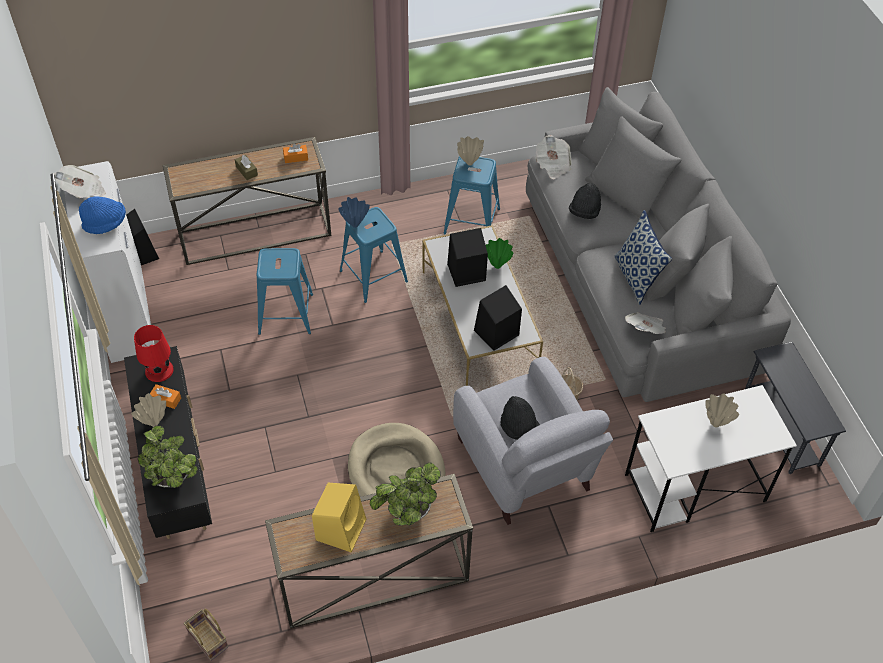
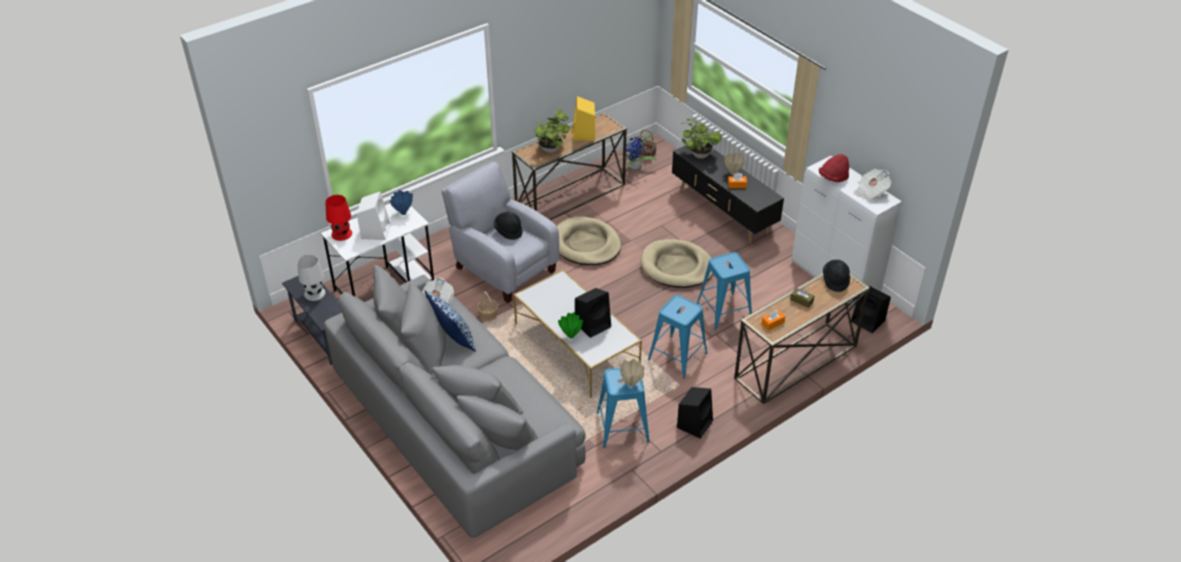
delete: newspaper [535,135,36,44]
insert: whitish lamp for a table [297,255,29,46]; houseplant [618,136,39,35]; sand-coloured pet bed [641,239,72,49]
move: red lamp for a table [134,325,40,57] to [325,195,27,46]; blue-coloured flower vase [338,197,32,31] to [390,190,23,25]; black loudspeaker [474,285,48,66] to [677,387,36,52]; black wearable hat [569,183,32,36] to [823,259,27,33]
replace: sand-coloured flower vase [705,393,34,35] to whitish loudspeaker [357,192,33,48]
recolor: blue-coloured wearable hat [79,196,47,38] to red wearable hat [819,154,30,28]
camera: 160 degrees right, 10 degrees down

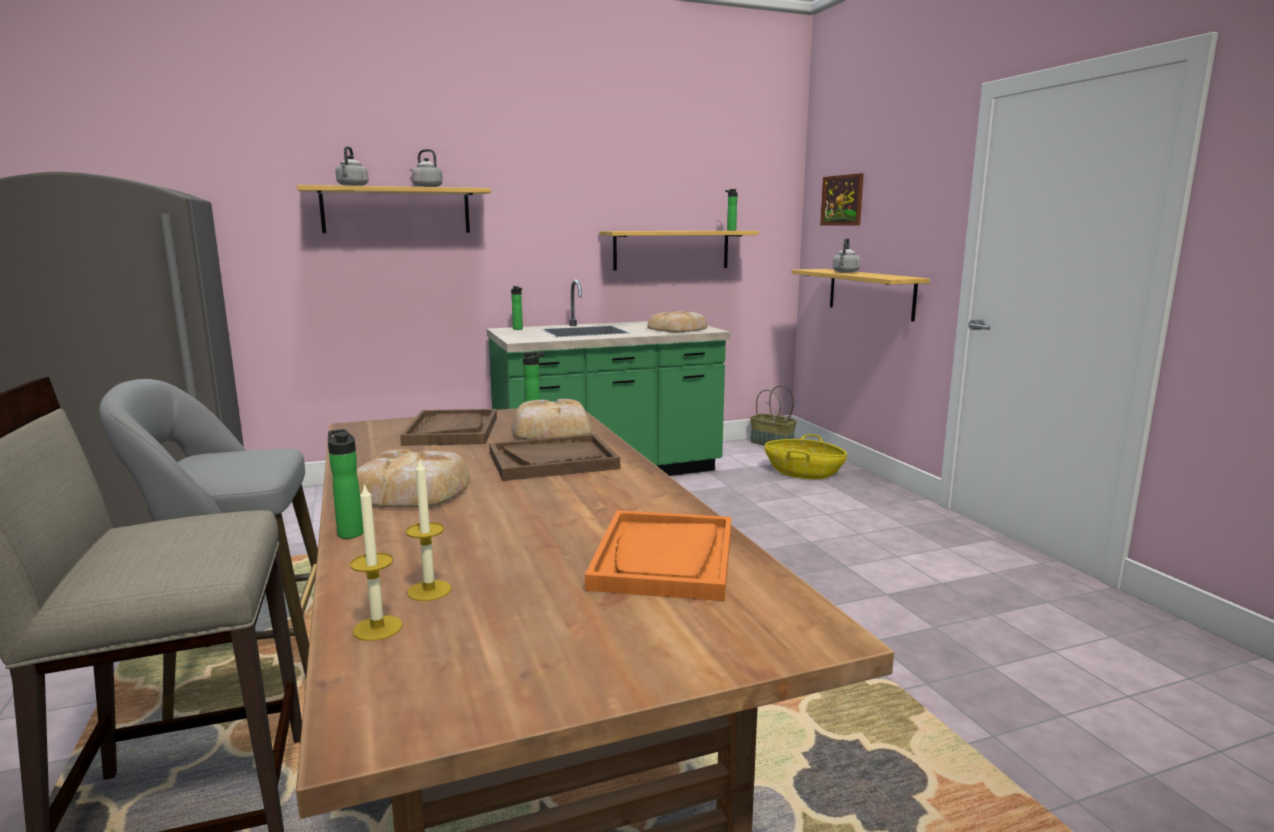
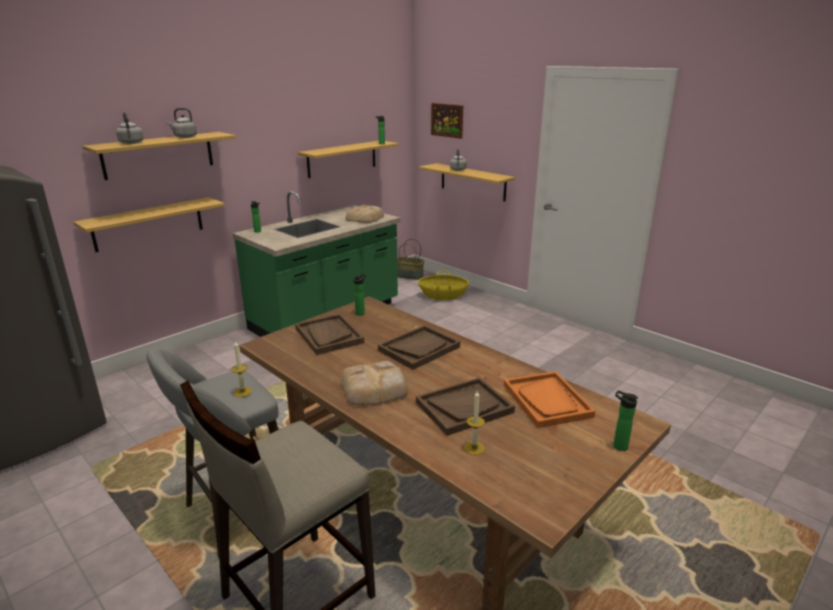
delete: baked bread [511,399,81,41]
insert: bracket shelf [73,197,152,55]; brown-coloured tray [416,377,99,59]
move: beverage bottle [328,429,35,110] to [613,390,25,61]; candle [350,483,53,158] to [231,341,21,56]
camera: 25 degrees left, 10 degrees up

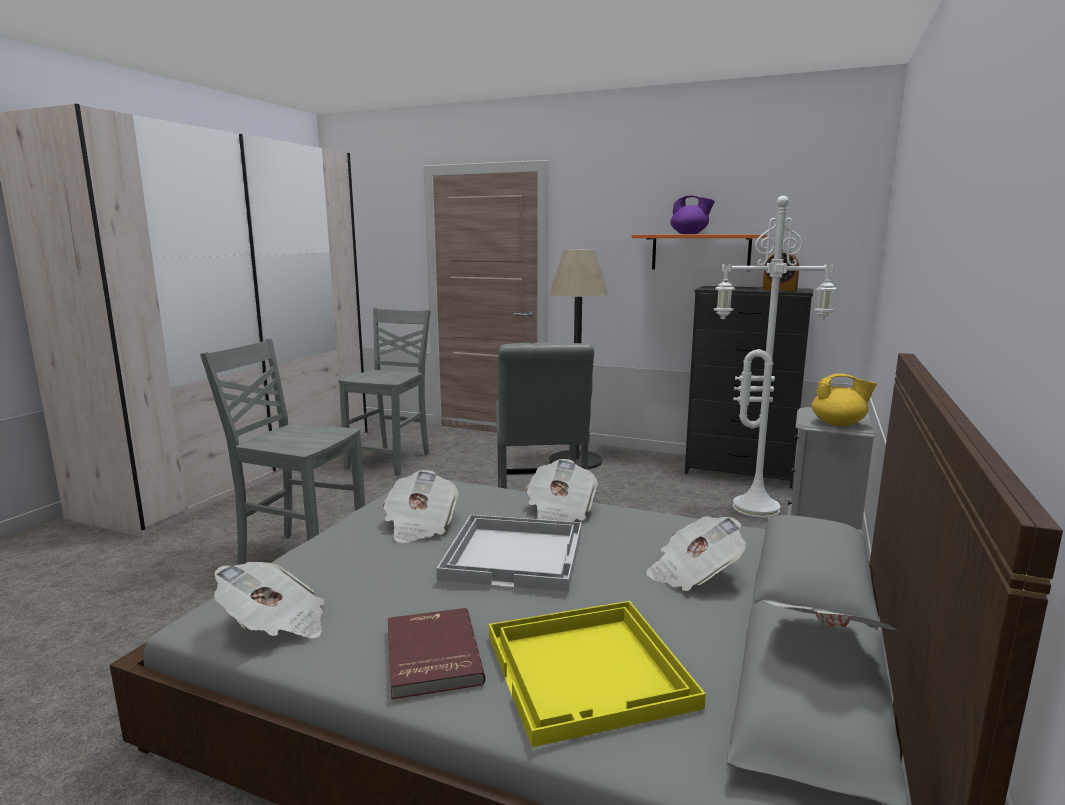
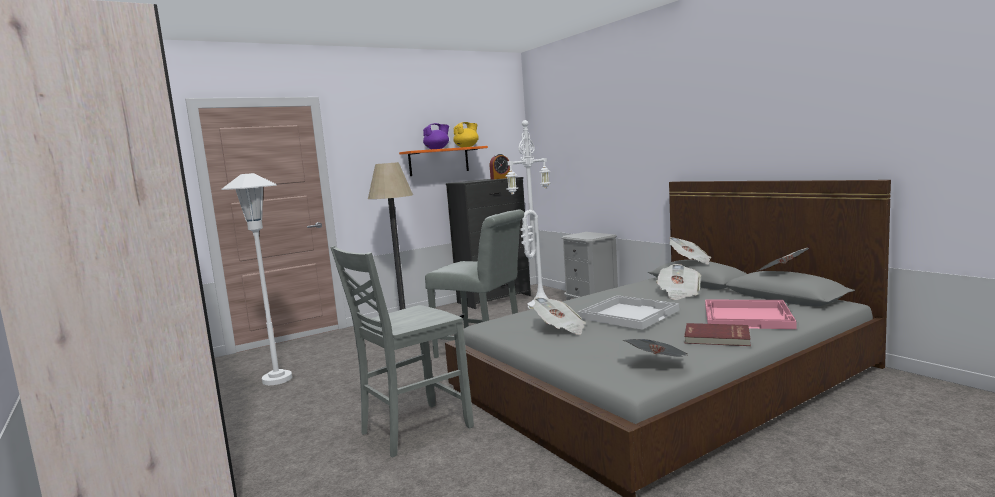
move: newspaper [526,459,72,63] to [669,237,42,27]; yellow-coloured tea pot [812,373,65,53] to [453,122,26,25]
replace: greyish upright chair [338,308,93,168] to whitish standing lamp [222,173,70,212]
recolor: yellow-coloured tray [489,601,217,146] to pink tray [705,300,91,29]
camera: 55 degrees left, 5 degrees down

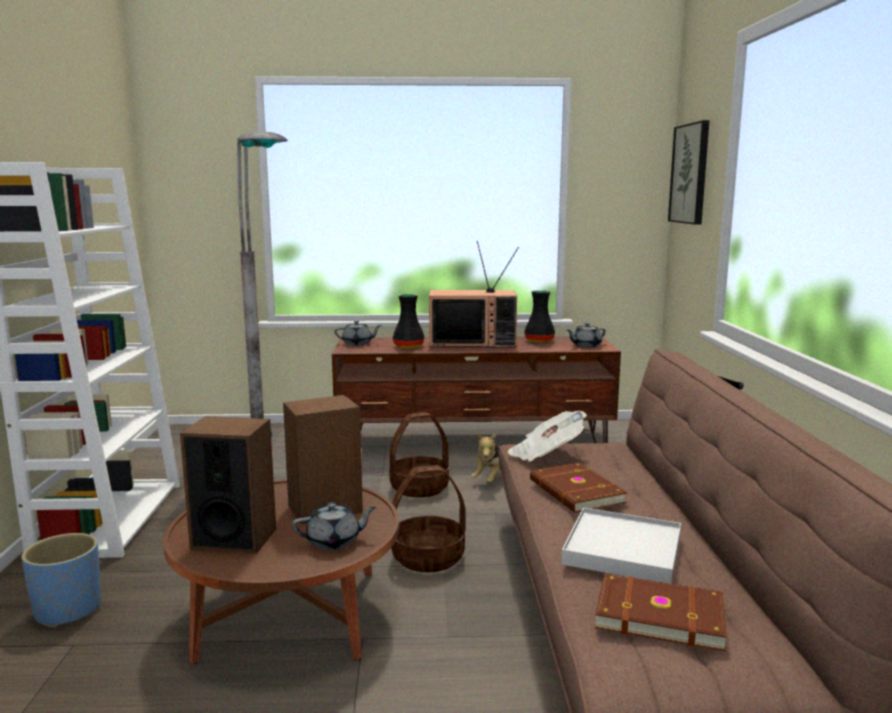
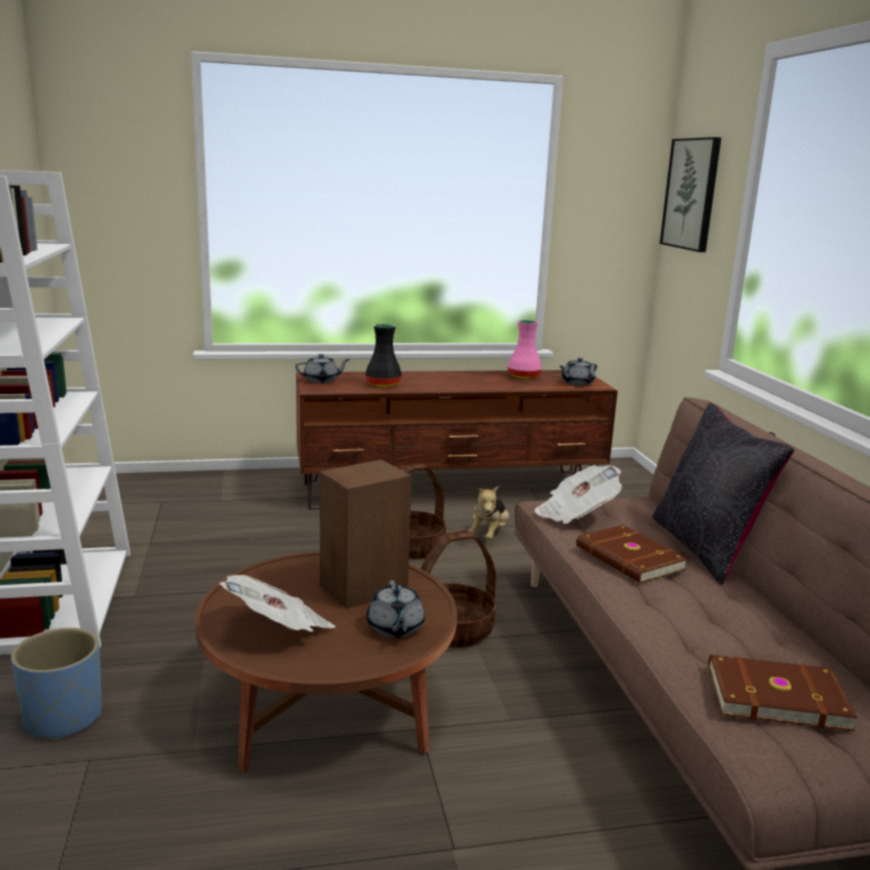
delete: greyish standing lamp [237,131,51,306]; TV set [429,241,90,106]; whitish tray [561,508,120,76]
insert: black throw pillow [652,402,142,182]
replace: loudspeaker [180,416,96,138] to newspaper [219,575,116,57]
recolor: black flower vase [524,290,31,53] to pink flower vase [508,320,34,59]
rotate: greyish tea pot [292,503,85,47] = [367,581,58,57] 105 degrees clockwise
camera: 10 degrees left, 5 degrees up

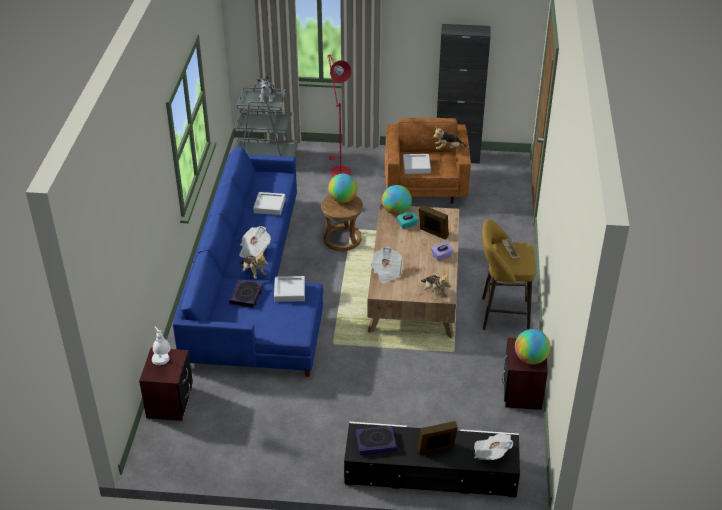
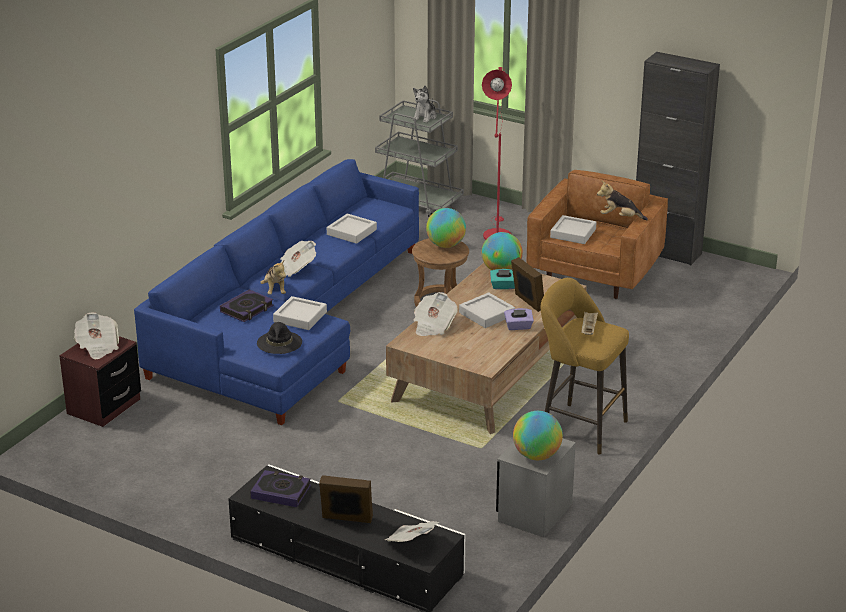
delete: cuddly toy [421,274,30,26]
insert: black wearable hat [257,322,45,32]; greyish tray [459,292,56,36]
replace: whitish lamp for a table [152,326,19,39] to newspaper [74,312,45,47]
recolor: brown-coloured night table [502,338,46,72] to greyish night table [496,439,80,99]
camera: 25 degrees right, 10 degrees down

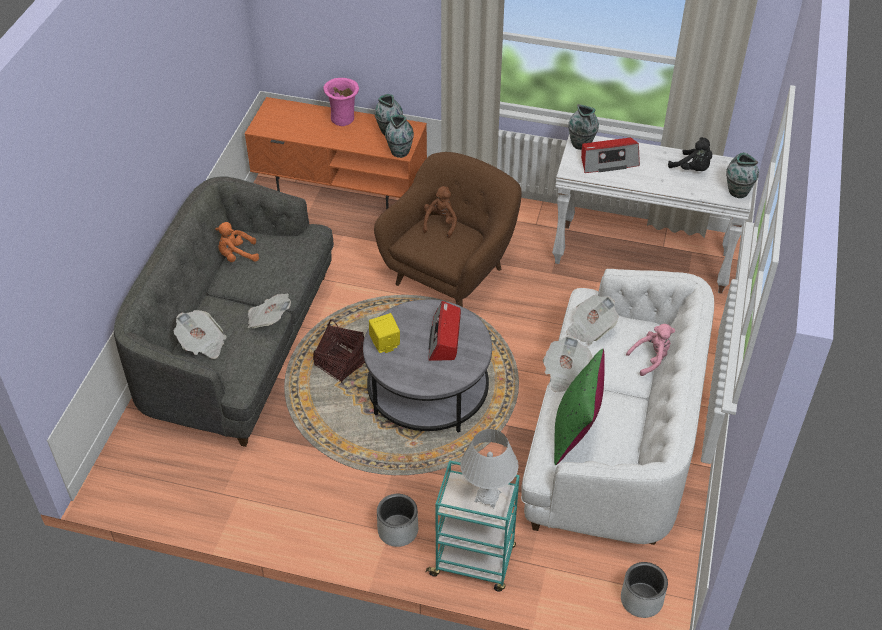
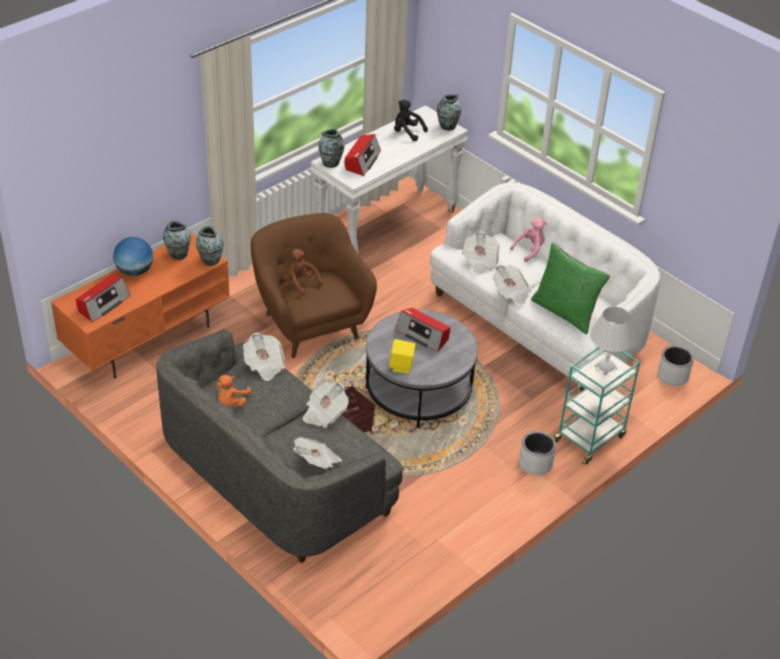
insert: radio [76,276,55,46]; newspaper [243,333,43,48]
replace: pink flower vase [323,78,36,48] to globe [113,237,40,39]
rotate: pink cuddly toy [626,324,49,52] = [510,218,37,44] 45 degrees clockwise; black cuddly toy [668,137,44,34] = [394,100,34,41] 135 degrees counterclockwise
camera: 60 degrees left, 5 degrees down

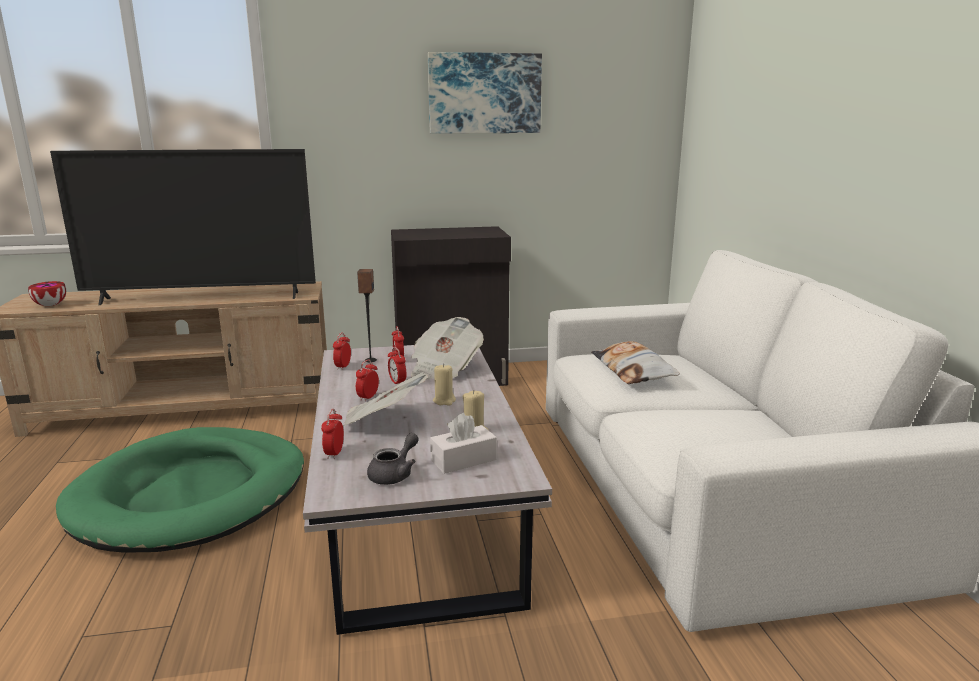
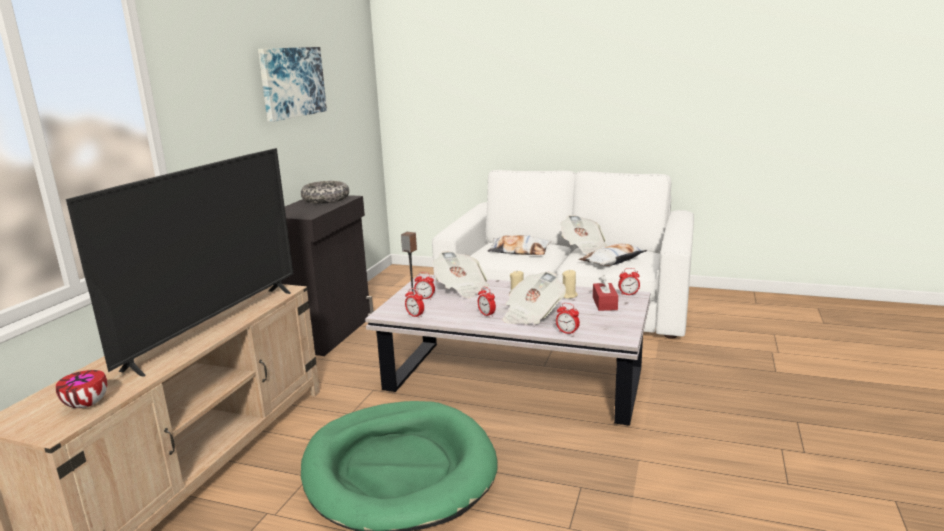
delete: greyish tea pot [367,433,52,52]
insert: serving bowl [301,181,48,23]; newspaper [560,215,47,39]; throw pillow [579,244,68,22]
move: alarm clock [388,347,18,37] to [618,268,22,27]
recolor: whitish box of tissues [430,413,67,61] to red box of tissues [593,275,25,36]
camera: 60 degrees left, 0 degrees up

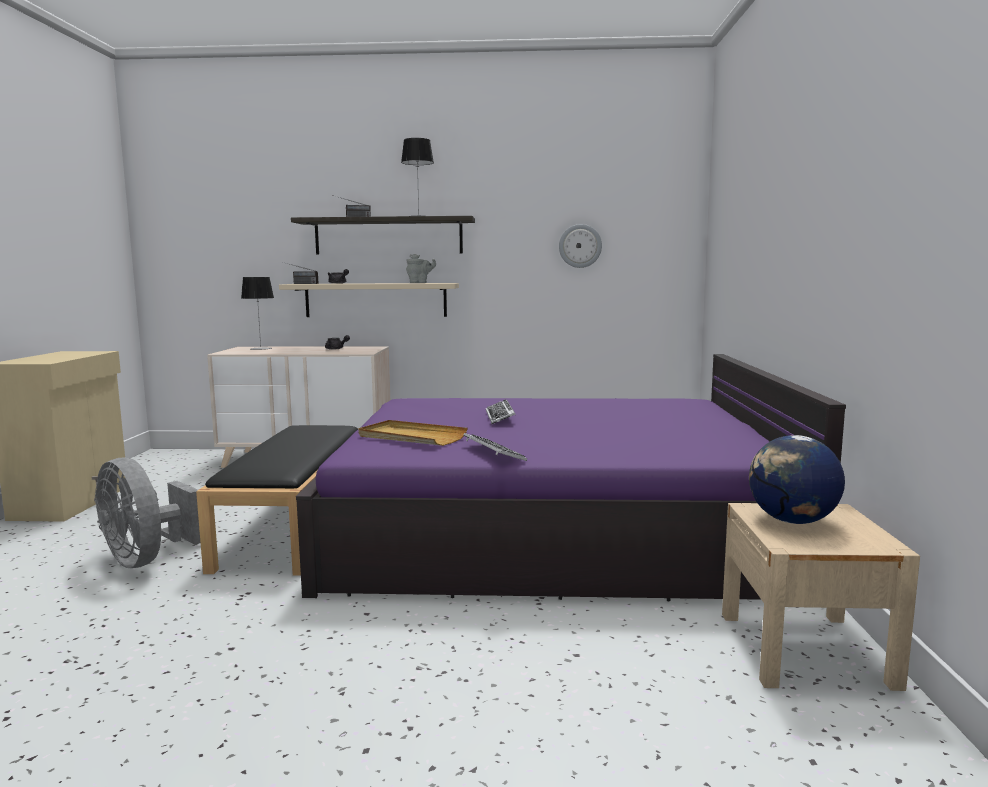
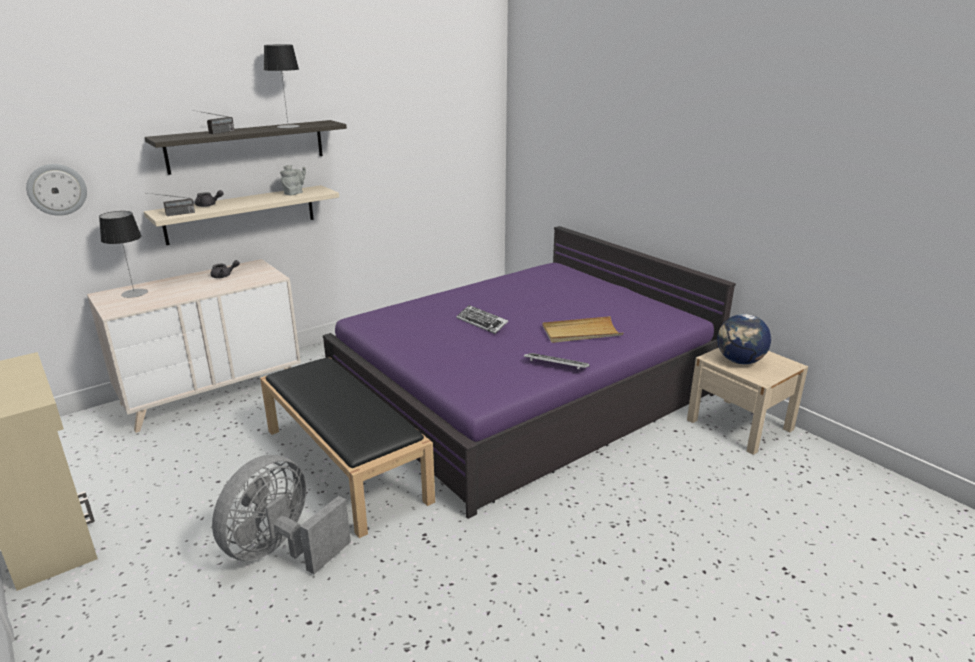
move: sand-coloured tray [358,420,110,26] to [542,316,81,27]; clock on the wall [559,224,43,44] to [26,164,61,52]
rotate: greyish electric fan [95,457,105,111] = [212,455,139,119] 120 degrees clockwise
camera: 40 degrees left, 15 degrees up

